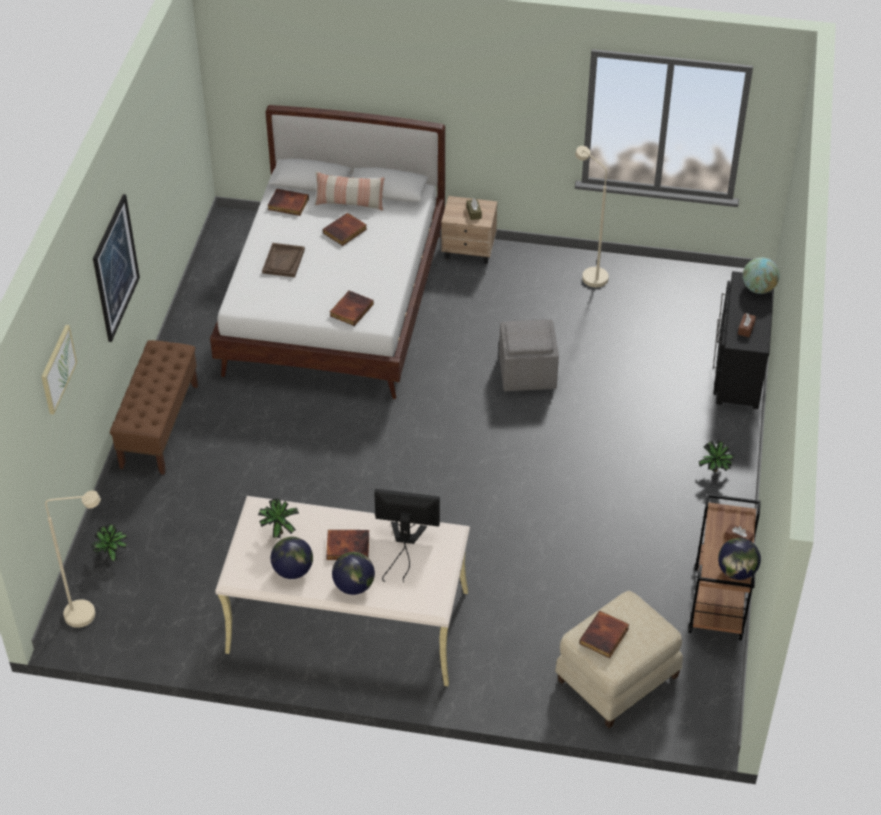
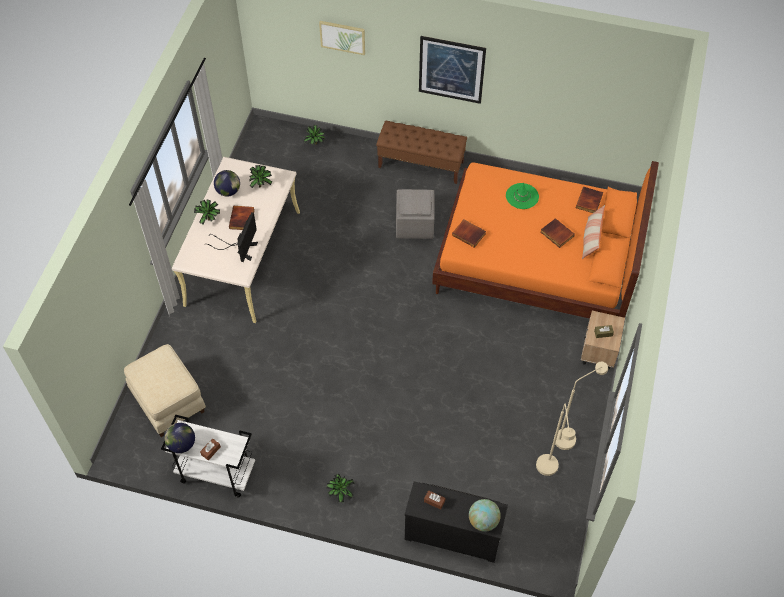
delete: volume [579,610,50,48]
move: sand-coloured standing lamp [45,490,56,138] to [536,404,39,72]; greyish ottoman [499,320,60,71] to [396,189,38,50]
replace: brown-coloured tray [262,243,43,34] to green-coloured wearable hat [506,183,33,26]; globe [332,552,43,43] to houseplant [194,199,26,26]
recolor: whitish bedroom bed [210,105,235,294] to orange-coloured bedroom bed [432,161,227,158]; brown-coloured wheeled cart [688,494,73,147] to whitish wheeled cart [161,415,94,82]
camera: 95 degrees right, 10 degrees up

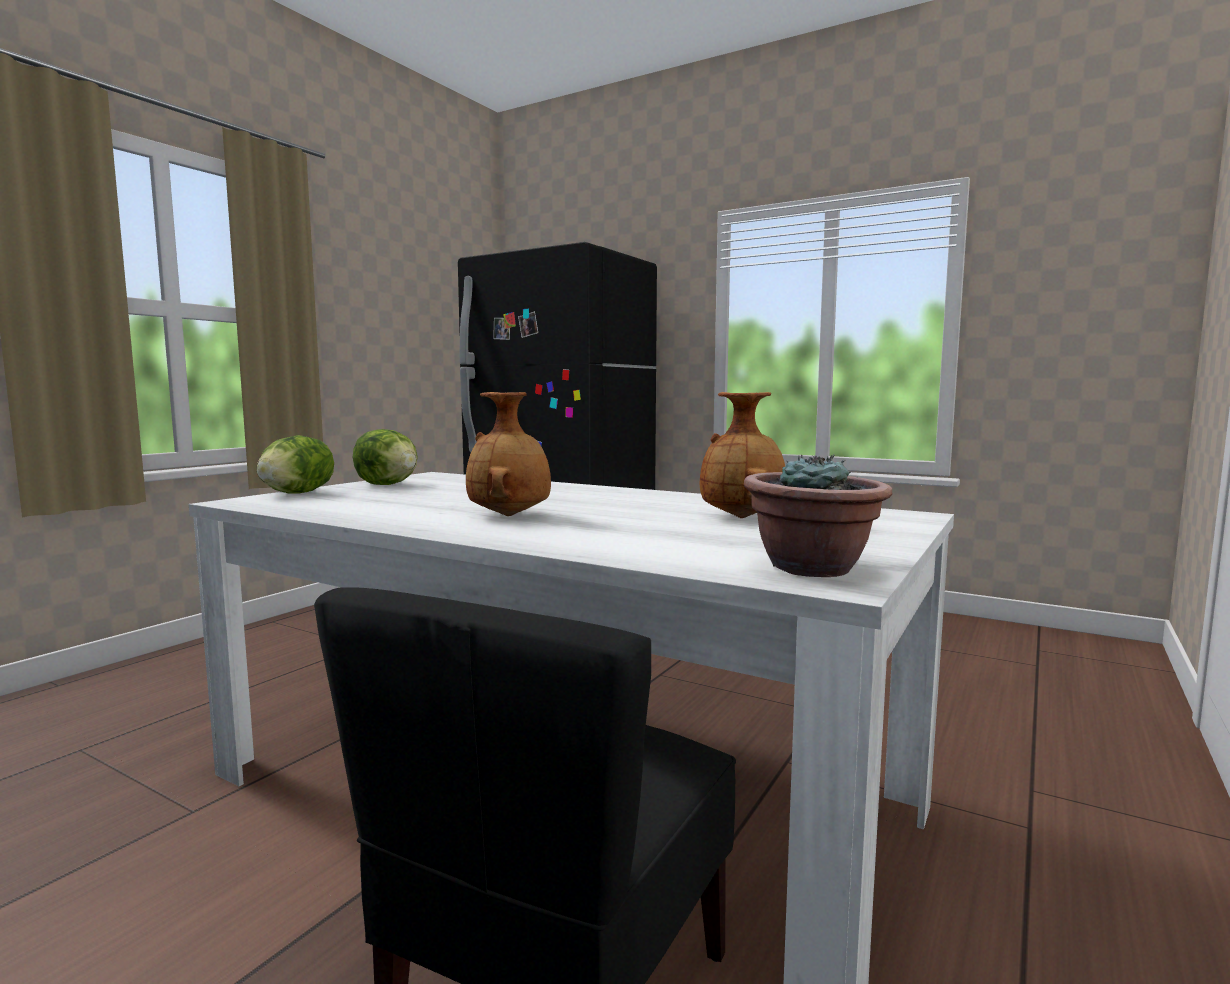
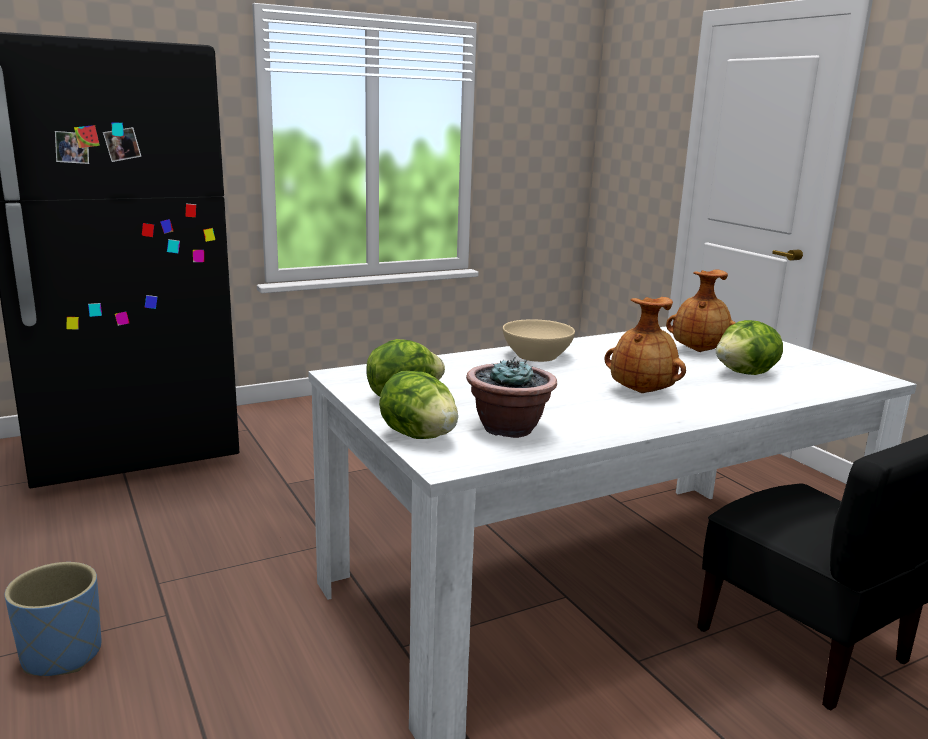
insert: blue-coloured planter [5,562,96,114]; sand-coloured serving bowl [503,319,72,43]; lettuce [716,320,67,55]
move: houseplant [744,454,148,123] to [466,357,91,81]
camera: 60 degrees left, 10 degrees up

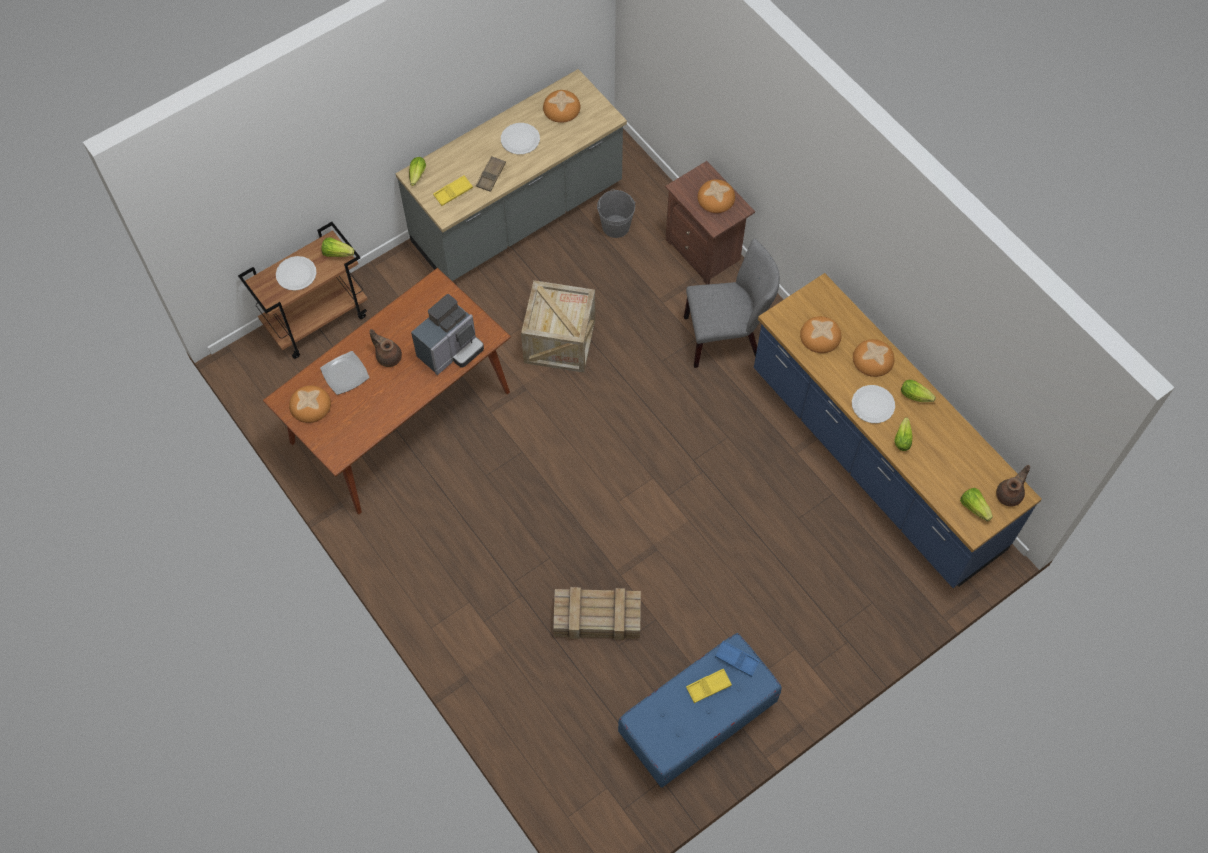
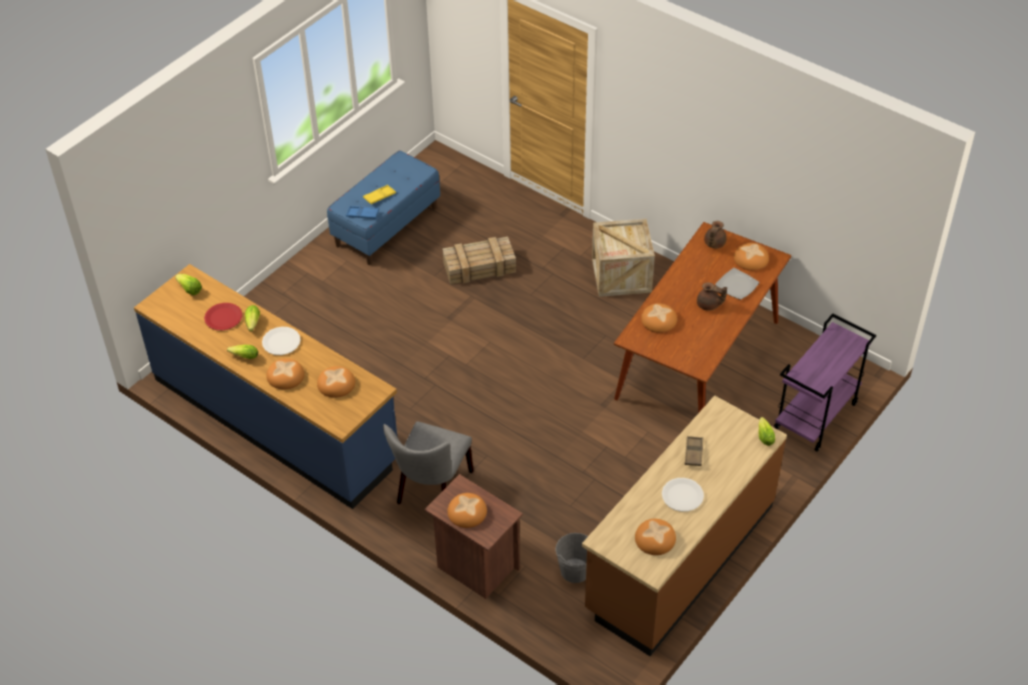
delete: whitish plate [276,256,41,35]; lettuce [321,237,33,20]; yellow-coloured tray [433,175,40,31]
insert: red plate [204,303,38,28]
move: packing crate [521,280,74,93] to [592,219,63,78]; brown-coloured tea pot [996,465,34,42] to [704,221,22,27]
replace: coffee brewer [411,294,73,81] to baked bread [641,303,36,30]
recolor: brown-coloured wheeled cart [238,222,130,137] to purplish wheeled cart [774,313,102,139]; greyish kitchen base unit [396,69,231,212] to brown-coloured kitchen base unit [582,395,205,261]
rotate: greyish upright chair [684,238,96,130] = [383,421,91,84] 45 degrees counterclockwise
camera: 165 degrees right, 15 degrees down

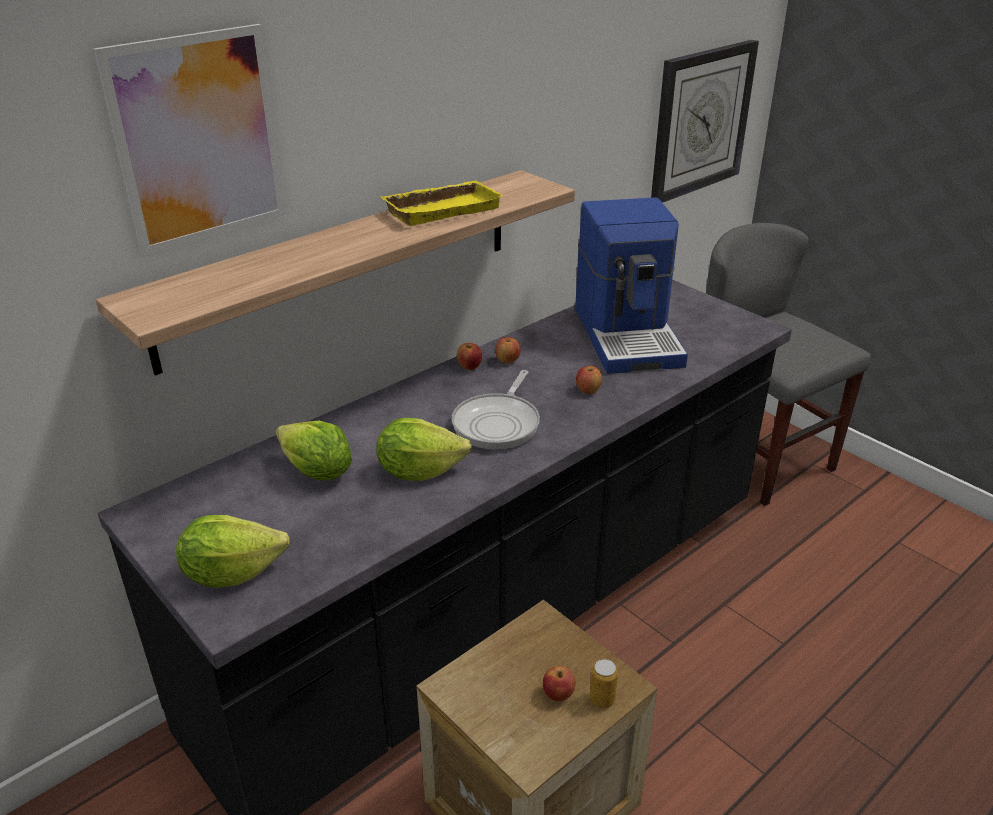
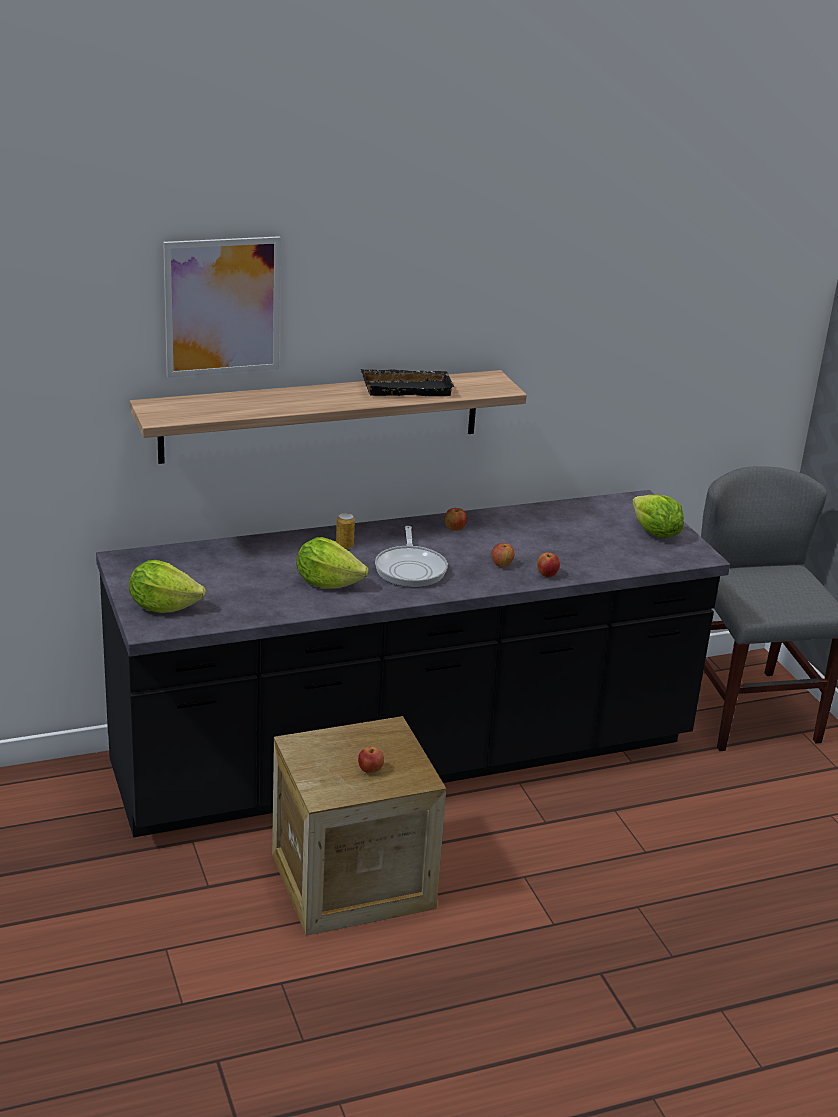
delete: coffee brewer [575,197,113,177]; clock on the wall [651,40,108,163]
move: lettuce [276,421,76,59] to [632,495,52,43]; apple fruit [457,343,25,27] to [537,552,23,25]; sealed can [589,659,29,49] to [336,513,19,36]
recolor: yellow-coloured tray [381,181,123,45] to black tray [361,369,93,27]
rotate: skillet [452,370,88,80] = [375,526,73,61] 45 degrees counterclockwise
camera: 20 degrees right, 5 degrees down

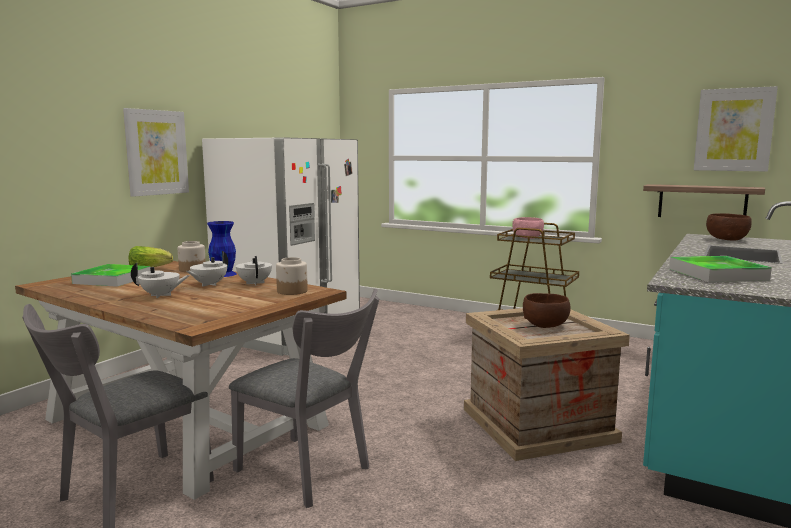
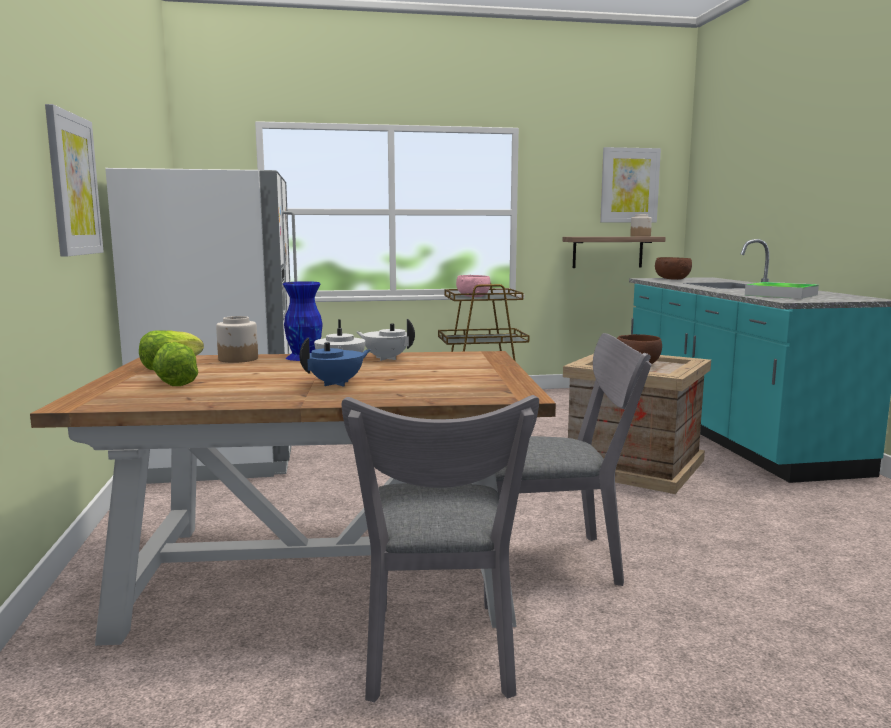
move: jar [276,257,32,38] to [630,214,22,23]
replace: tray [71,264,80,23] to lettuce [152,342,46,44]
recolor: whitish tea pot [131,263,59,35] to blue-coloured tea pot [300,338,70,49]
camera: 40 degrees left, 0 degrees up

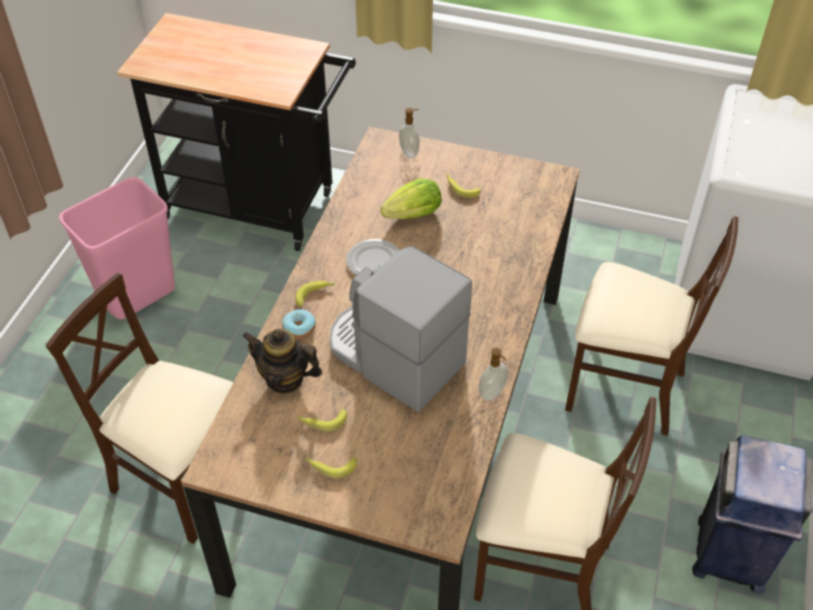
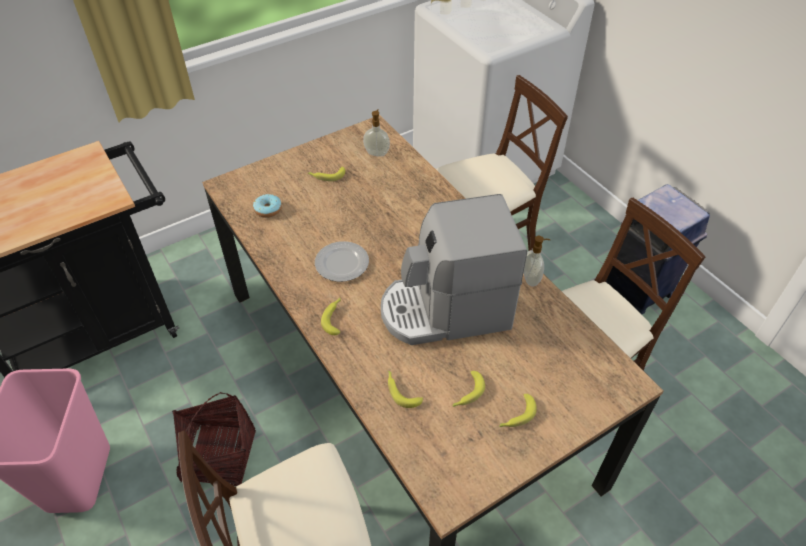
delete: lettuce [380,178,62,41]
insert: household basket [172,392,84,94]
move: donut [282,309,34,30] to [253,194,29,24]; soap bottle [399,108,20,51] to [363,109,27,48]
replace: tea pot [242,329,80,65] to banana fruit [388,370,35,38]
camera: 50 degrees left, 0 degrees up

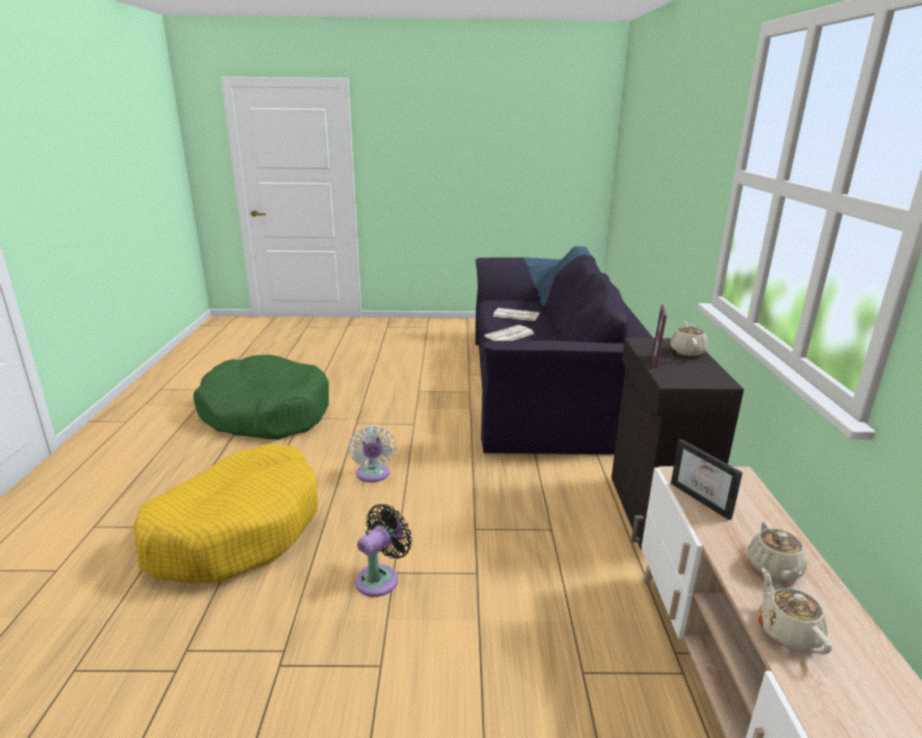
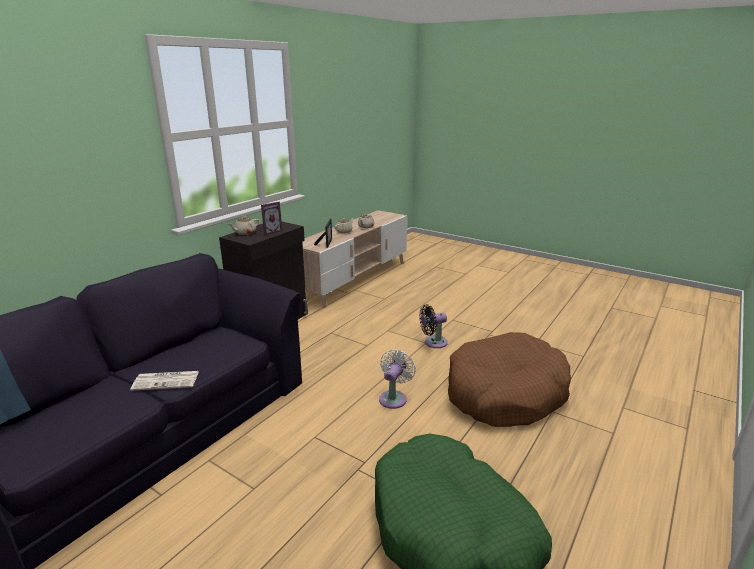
delete: newspaper [493,308,46,13]
recolor: yellow-coloured pet bed [133,444,185,139] to brown-coloured pet bed [448,332,123,95]
camera: 145 degrees left, 0 degrees up

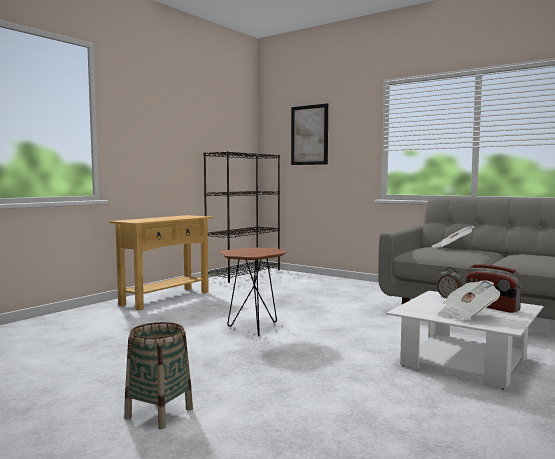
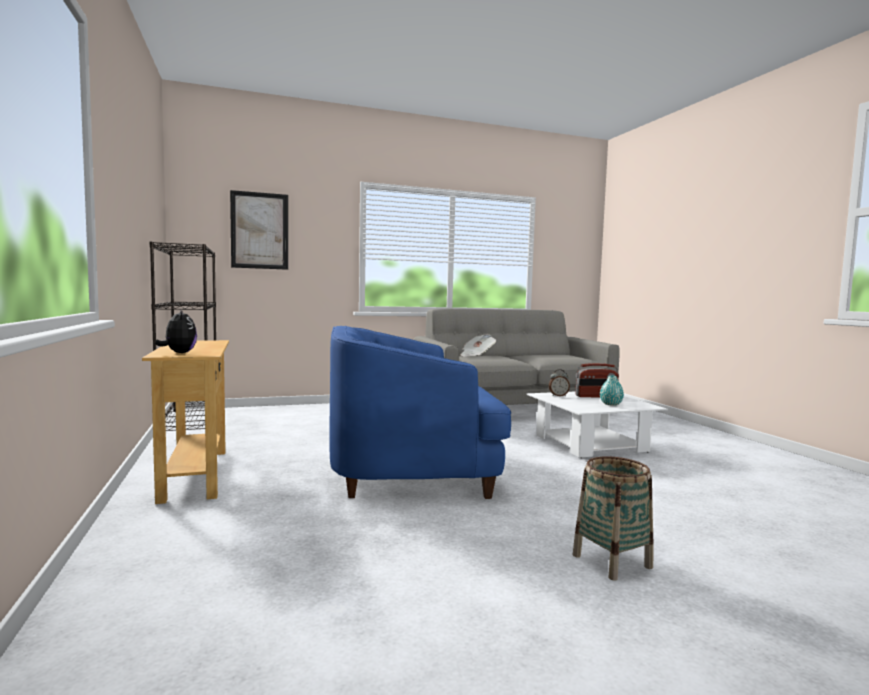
insert: cuddly toy [155,309,42,44]
replace: brown-coloured end table [219,247,67,89] to blue-coloured armchair [330,326,181,173]; newspaper [437,280,63,40] to blue-green flower vase [600,375,24,31]
camera: 55 degrees left, 0 degrees up

